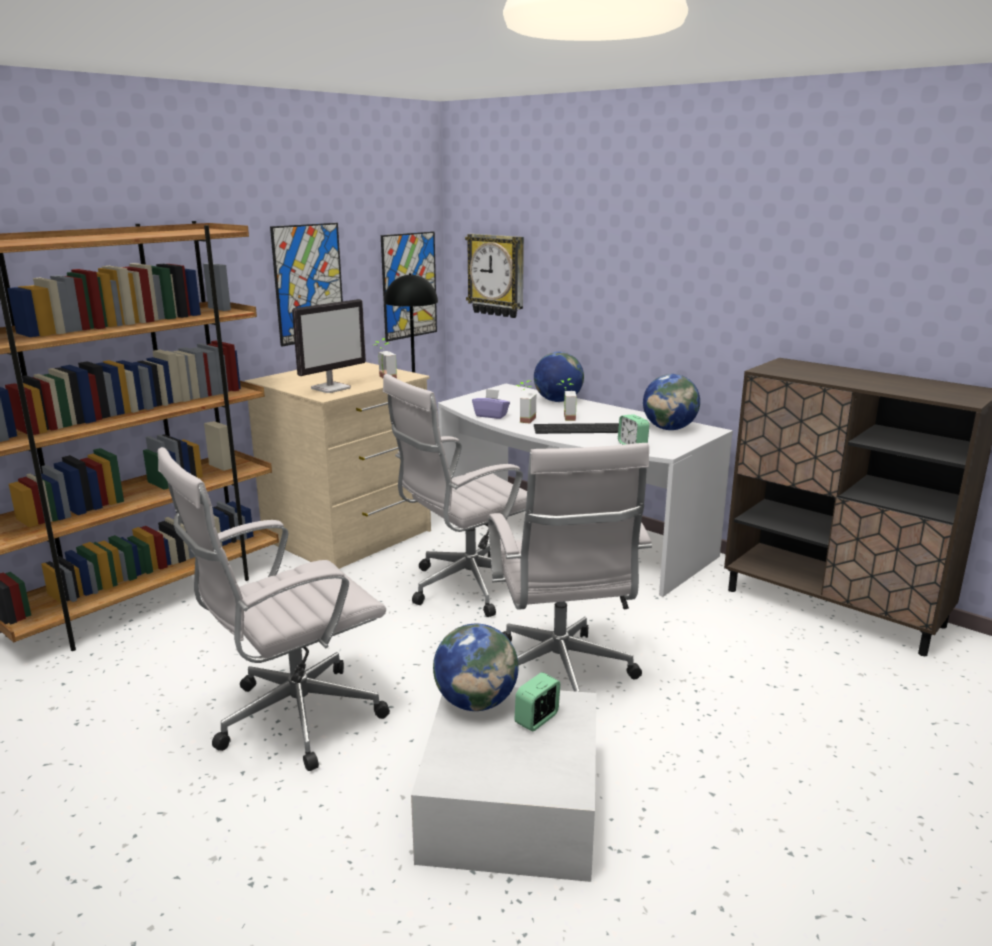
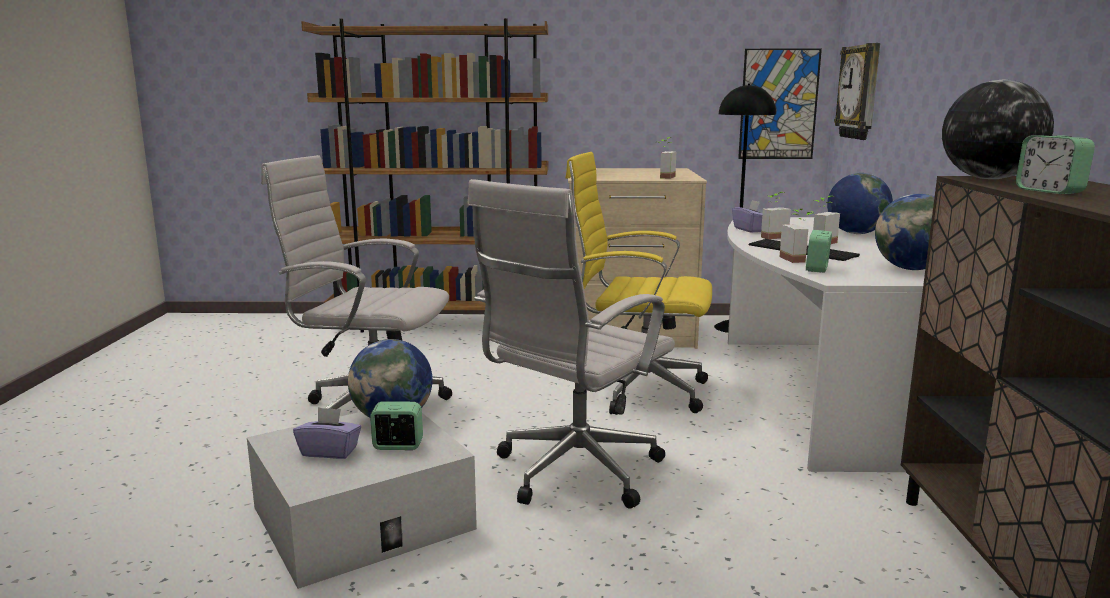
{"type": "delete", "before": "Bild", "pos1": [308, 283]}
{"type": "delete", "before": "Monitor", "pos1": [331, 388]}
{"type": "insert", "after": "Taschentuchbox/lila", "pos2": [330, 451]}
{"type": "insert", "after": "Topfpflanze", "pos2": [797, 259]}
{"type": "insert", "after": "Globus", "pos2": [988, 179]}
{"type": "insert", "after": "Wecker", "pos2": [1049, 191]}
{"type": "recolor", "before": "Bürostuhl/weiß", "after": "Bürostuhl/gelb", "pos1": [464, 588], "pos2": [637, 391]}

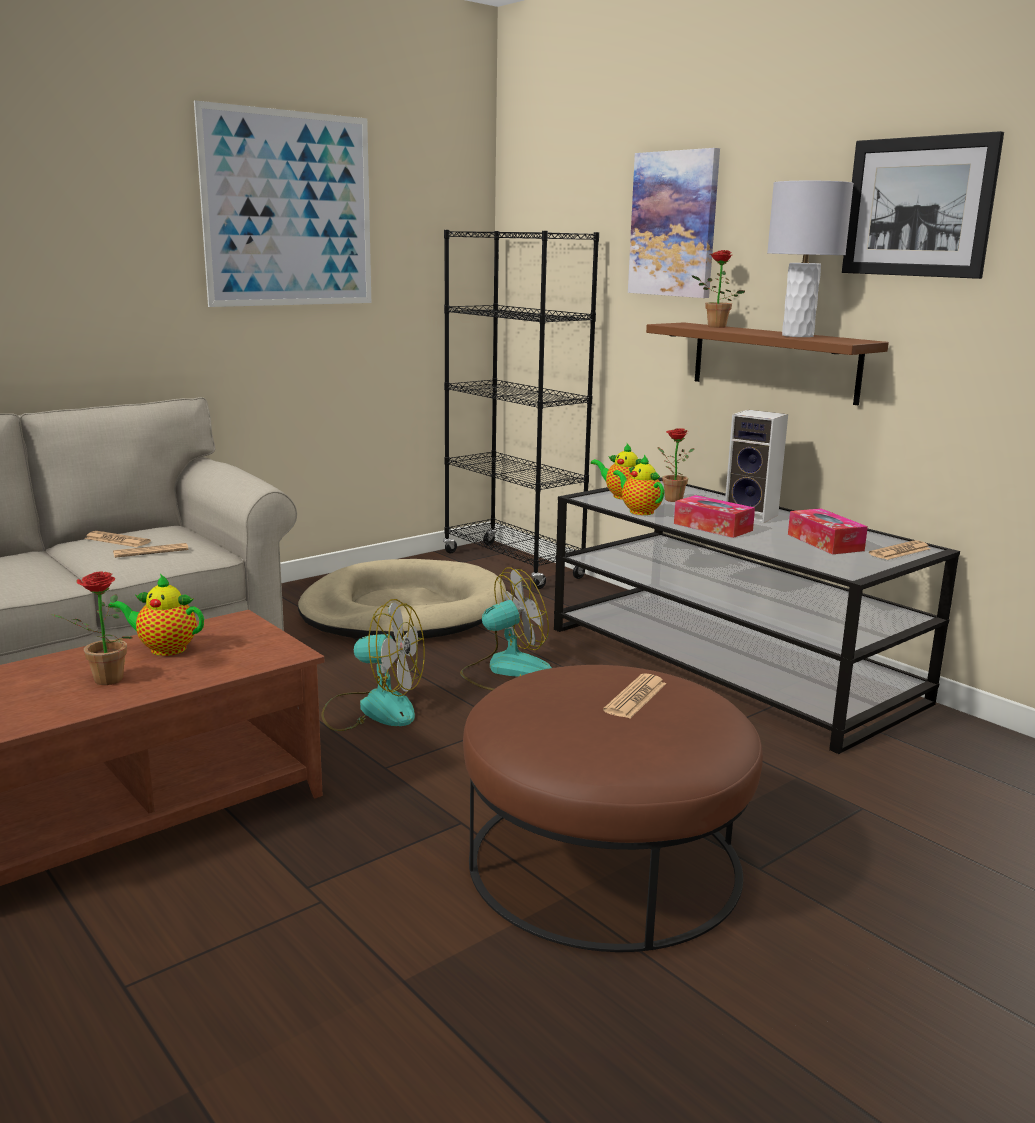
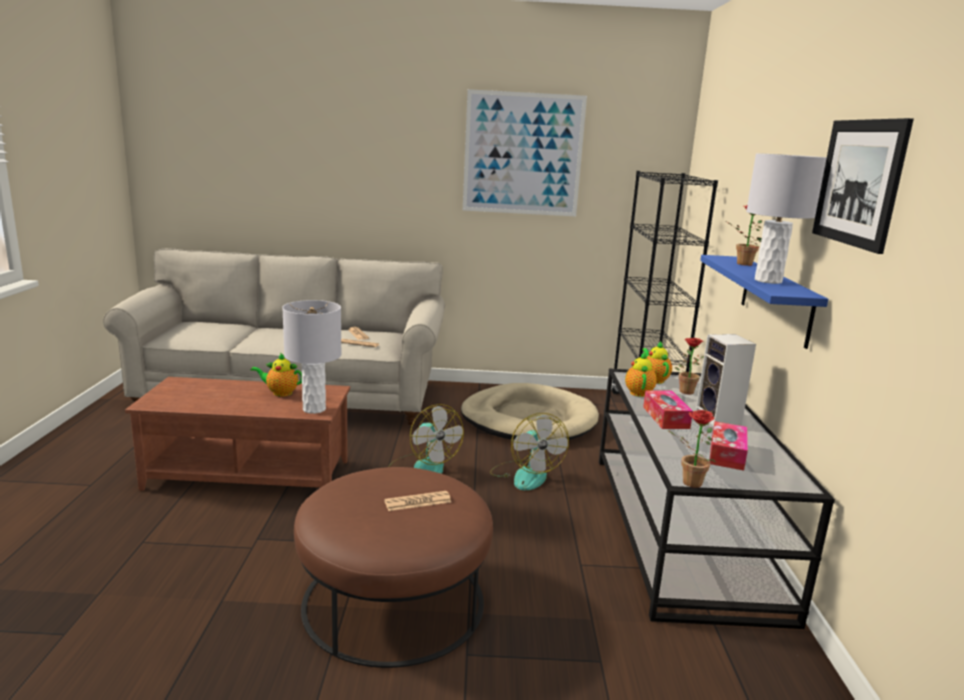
{"type": "delete", "before": "Bild", "pos1": [674, 224]}
{"type": "delete", "before": "Zeitung", "pos1": [900, 551]}
{"type": "insert", "after": "Tischlampe/grau", "pos2": [314, 409]}
{"type": "move", "before": "Topfpflanze", "pos1": [102, 681], "pos2": [687, 483]}
{"type": "recolor", "before": "Wandregal/braun", "after": "Wandregal/blau", "pos1": [774, 362], "pos2": [776, 299]}
{"type": "rotate", "before": "Teekanne", "pos1": [164, 649], "pos2": [280, 393], "turn": -45}
{"type": "rotate", "before": "Ventilator", "pos1": [505, 670], "pos2": [525, 475], "turn": 60}

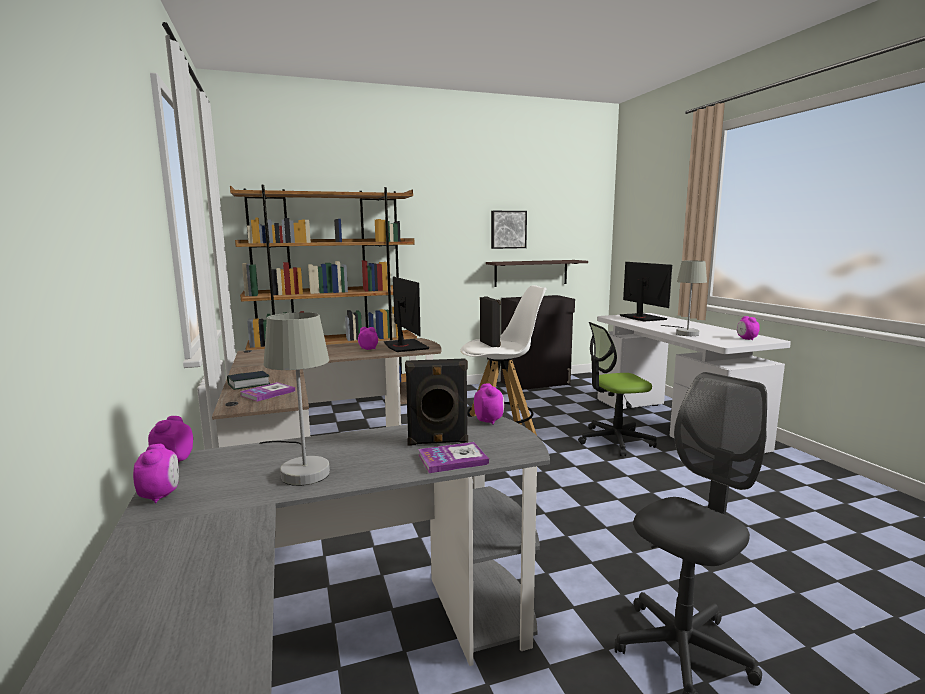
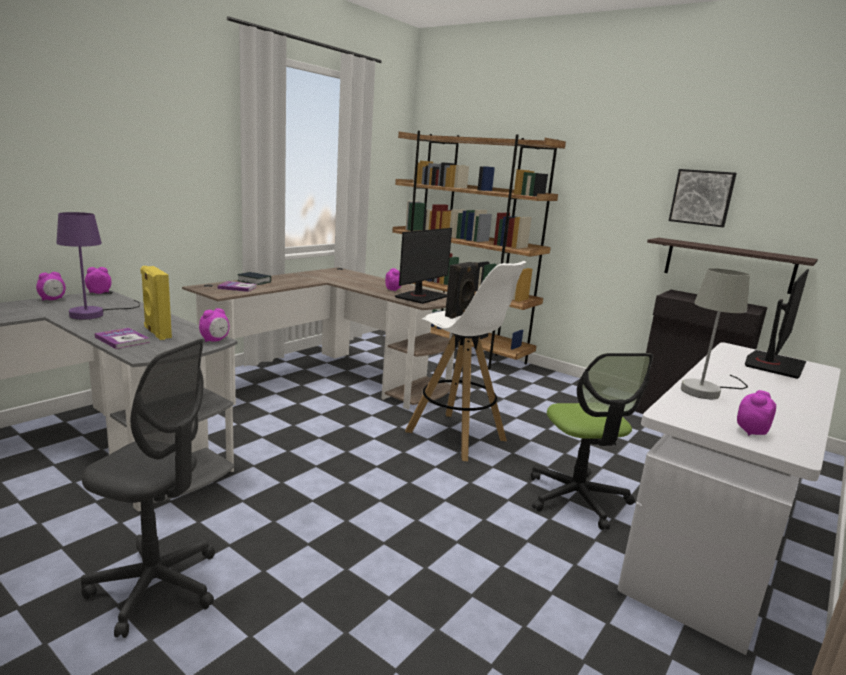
{"type": "recolor", "before": "Tischlampe/grau", "after": "Tischlampe/lila", "pos1": [302, 468], "pos2": [96, 313]}
{"type": "recolor", "before": "Lautsprecher/schwarz", "after": "Lautsprecher/gelb", "pos1": [437, 442], "pos2": [156, 333]}
{"type": "rotate", "before": "Bürostuhl", "pos1": [615, 441], "pos2": [577, 498], "turn": -150}

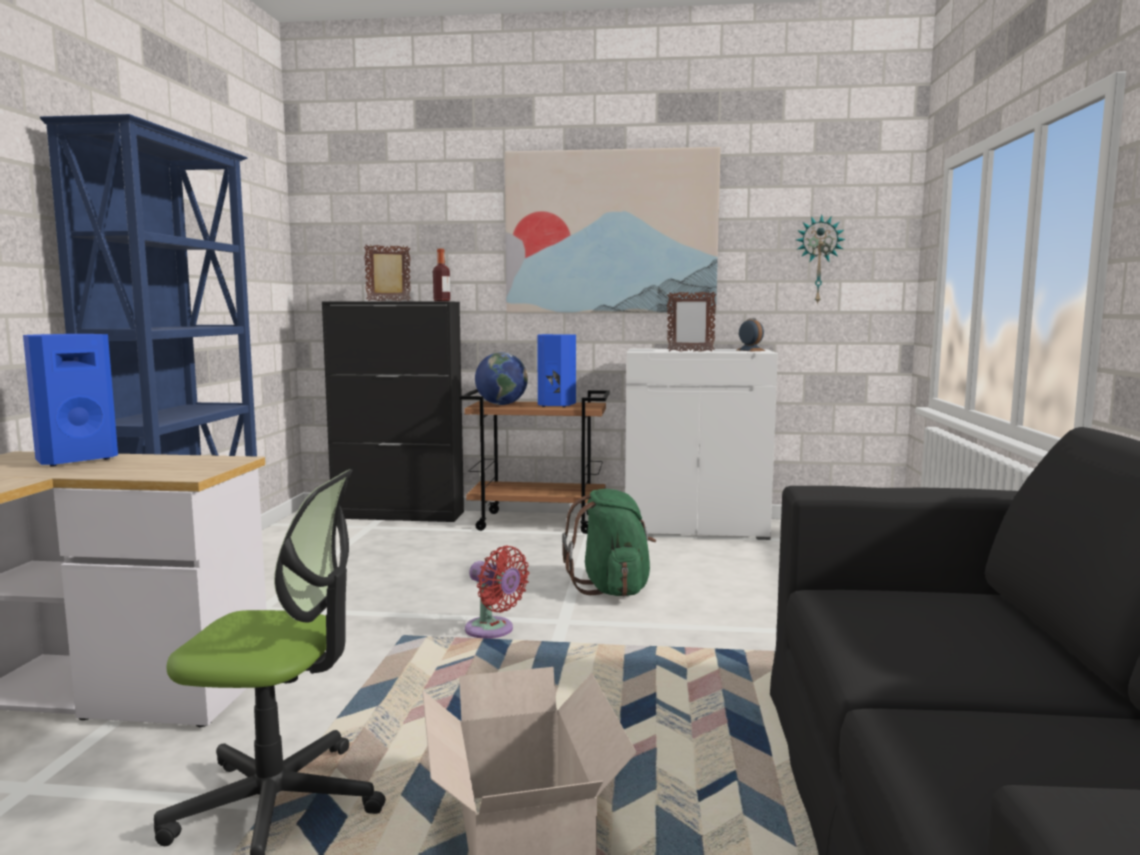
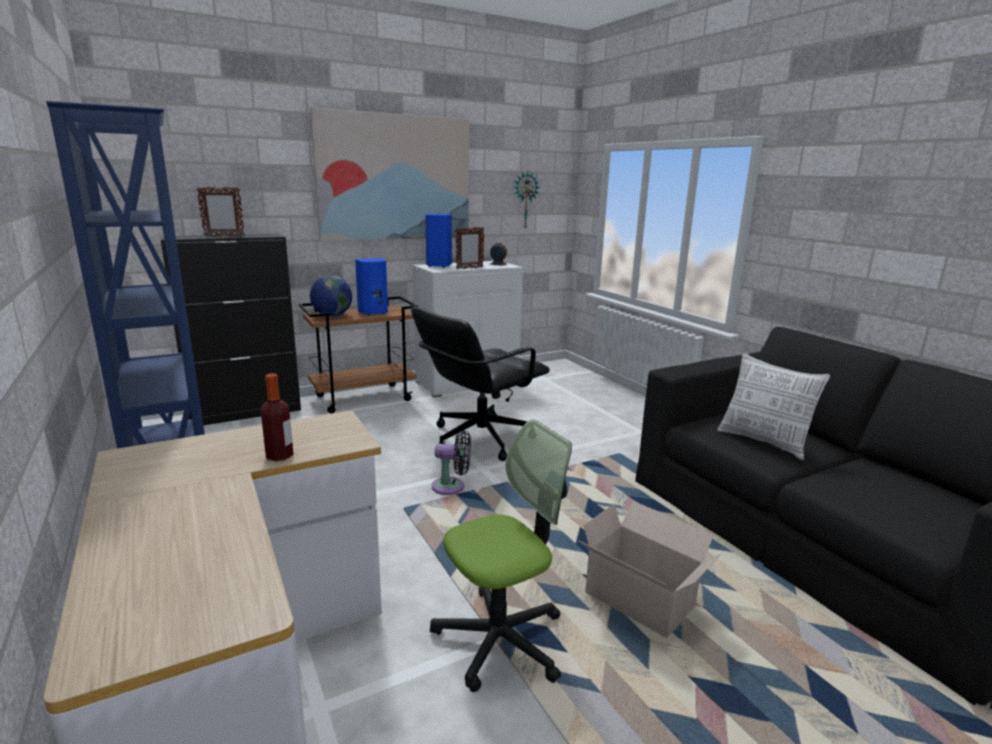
{"type": "insert", "after": "Kissen", "pos2": [763, 442]}
{"type": "move", "before": "Lautsprecher/blau", "pos1": [74, 460], "pos2": [438, 265]}
{"type": "move", "before": "Flasche", "pos1": [442, 301], "pos2": [279, 456]}
{"type": "replace", "before": "Rucksack/grün", "after": "Bürostuhl/schwarz", "pos1": [612, 589], "pos2": [479, 438]}
{"type": "recolor", "before": "Ventilator/rot", "after": "Ventilator/schwarz", "pos1": [493, 630], "pos2": [452, 487]}
{"type": "rotate", "before": "Bilderrahmen", "pos1": [389, 301], "pos2": [224, 236], "turn": -150}

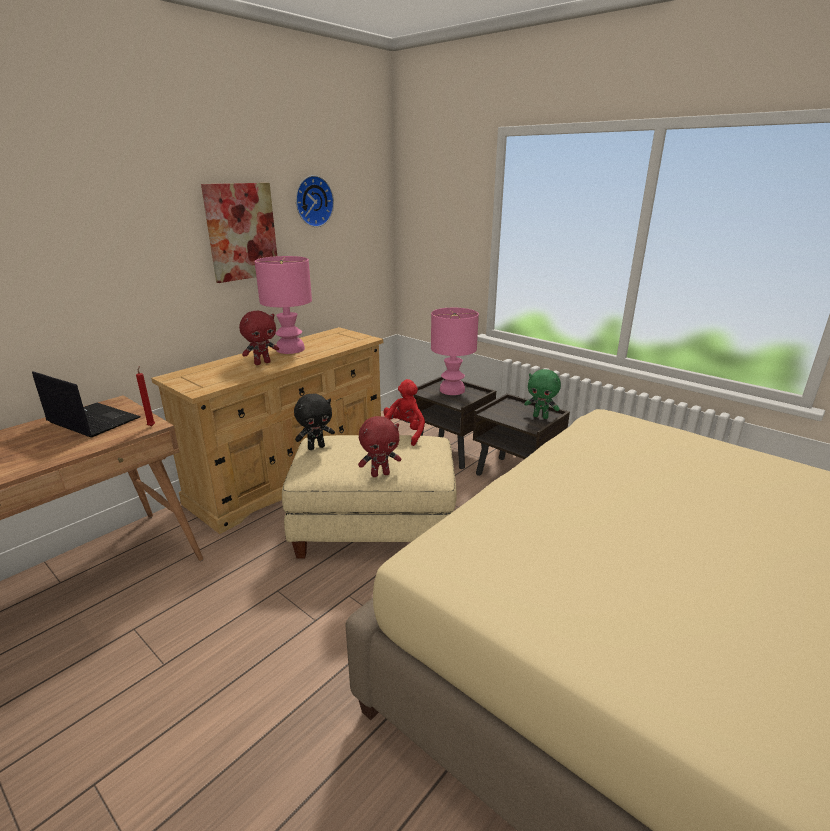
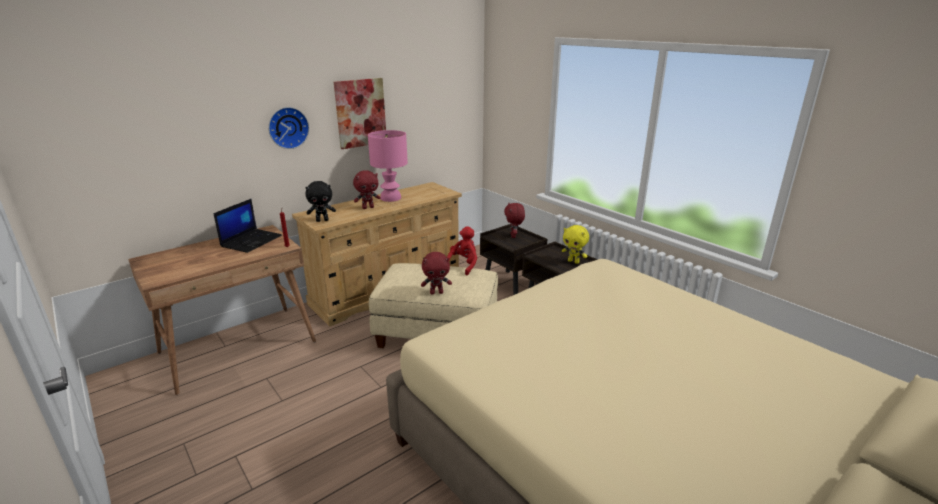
{"type": "move", "before": "Plüschtier/schwarz", "pos1": [316, 447], "pos2": [322, 220]}
{"type": "move", "before": "Wanduhr", "pos1": [312, 201], "pos2": [287, 127]}
{"type": "replace", "before": "Tischlampe/rosa", "after": "Plüschtier/rot", "pos1": [452, 390], "pos2": [514, 236]}
{"type": "recolor", "before": "Plüschtier/grün", "after": "Plüschtier/gelb", "pos1": [541, 417], "pos2": [573, 261]}
{"type": "rotate", "before": "Laptop", "pos1": [92, 420], "pos2": [251, 241], "turn": 75}

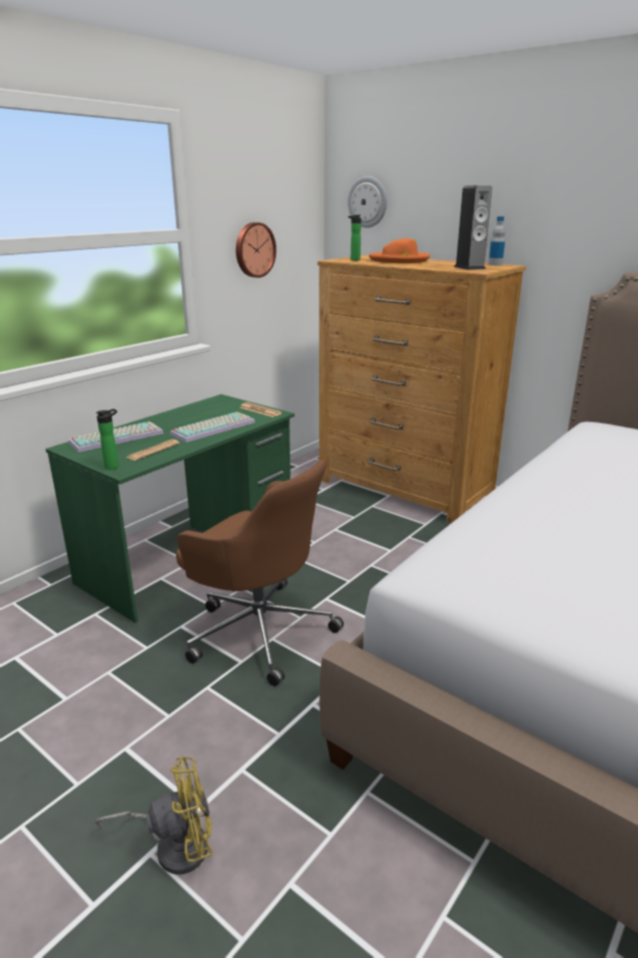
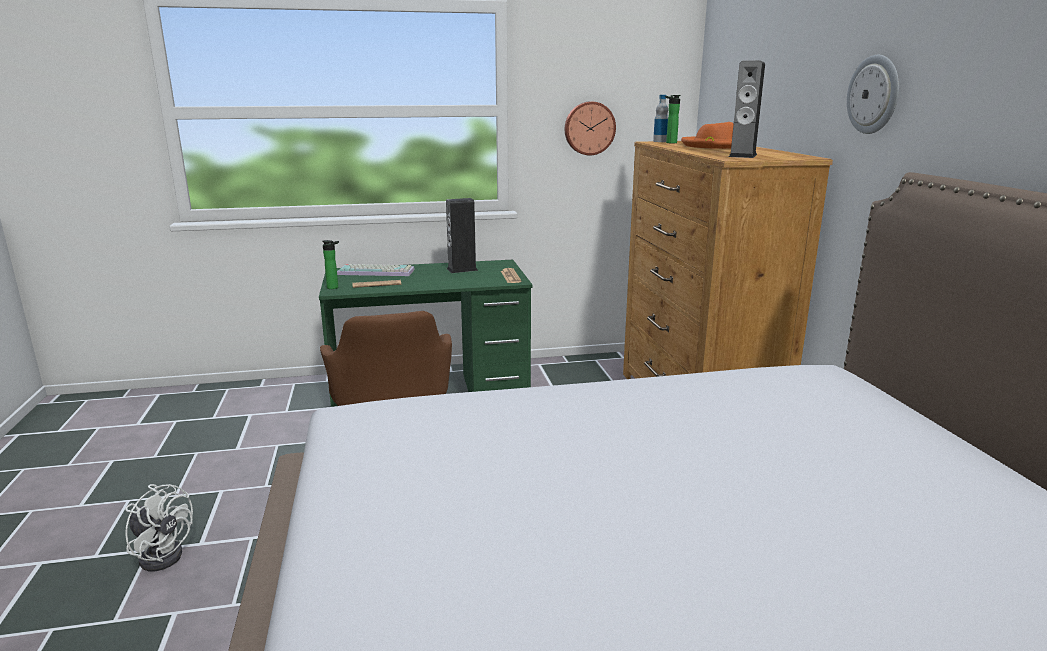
{"type": "delete", "before": "Tastatur", "pos1": [213, 427]}
{"type": "insert", "after": "Lautsprecher", "pos2": [462, 269]}
{"type": "move", "before": "Wanduhr", "pos1": [368, 202], "pos2": [874, 94]}
{"type": "move", "before": "Flasche", "pos1": [495, 264], "pos2": [660, 141]}
{"type": "recolor", "before": "Ventilator/gelb", "after": "Ventilator/weiß", "pos1": [174, 845], "pos2": [163, 553]}

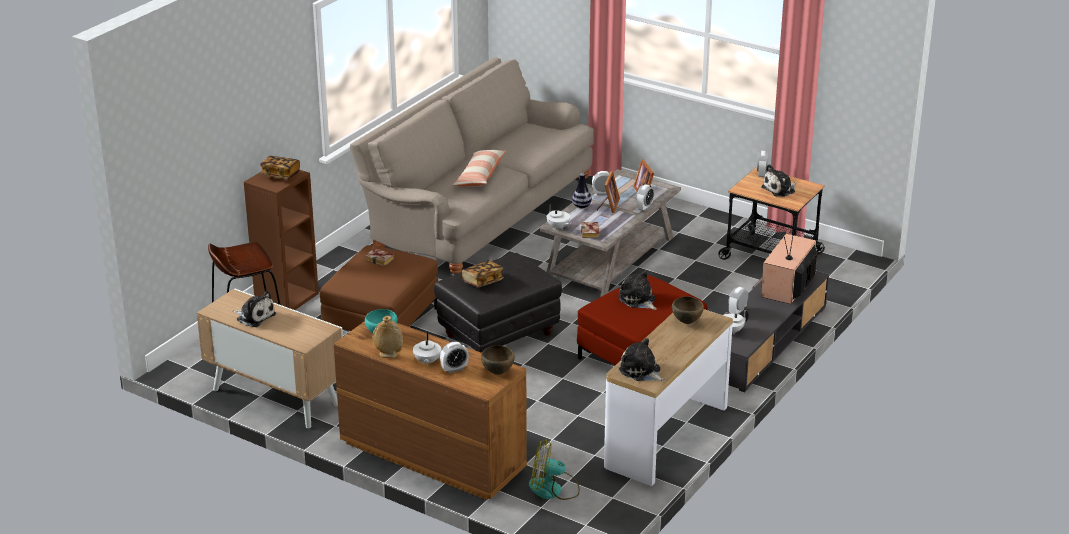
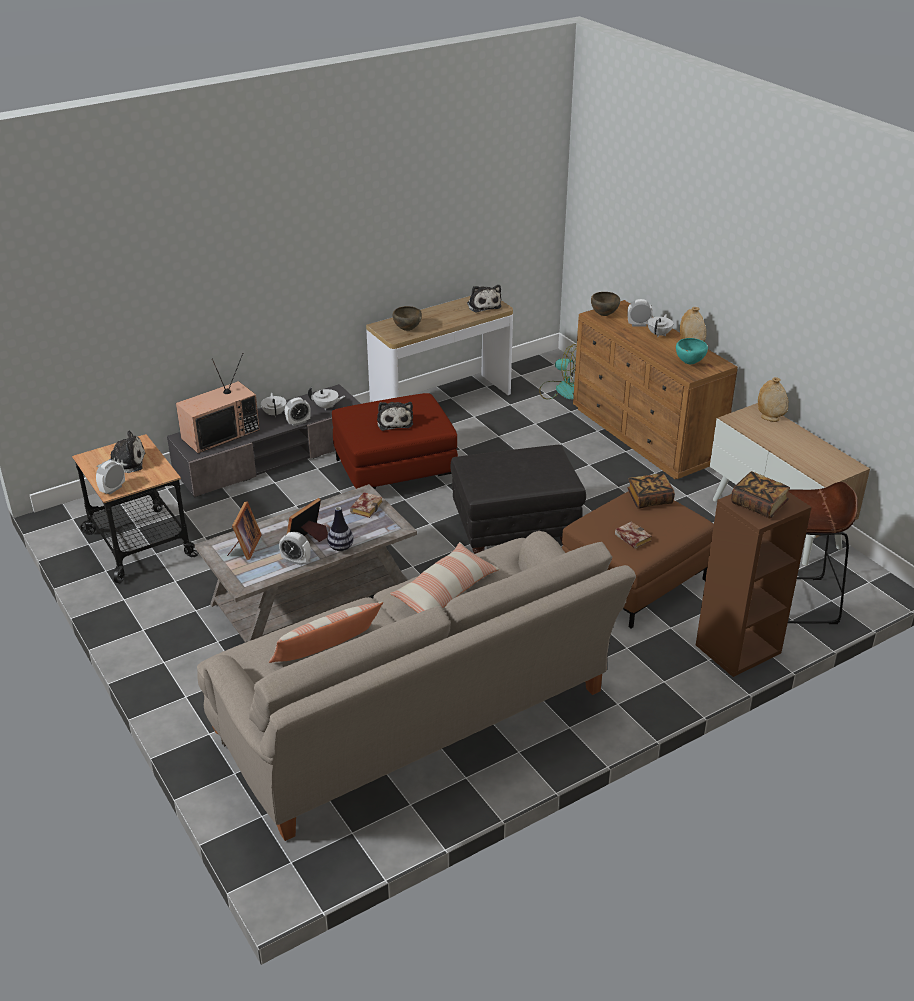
{"type": "delete", "before": "Plüschtier", "pos1": [254, 316]}
{"type": "delete", "before": "Wecker", "pos1": [644, 207]}
{"type": "insert", "after": "Kissen", "pos2": [326, 649]}
{"type": "insert", "after": "Vase/beige", "pos2": [770, 418]}
{"type": "move", "before": "Buch", "pos1": [482, 281], "pos2": [649, 499]}
{"type": "move", "before": "Teekanne/weiß", "pos1": [558, 227], "pos2": [275, 413]}

